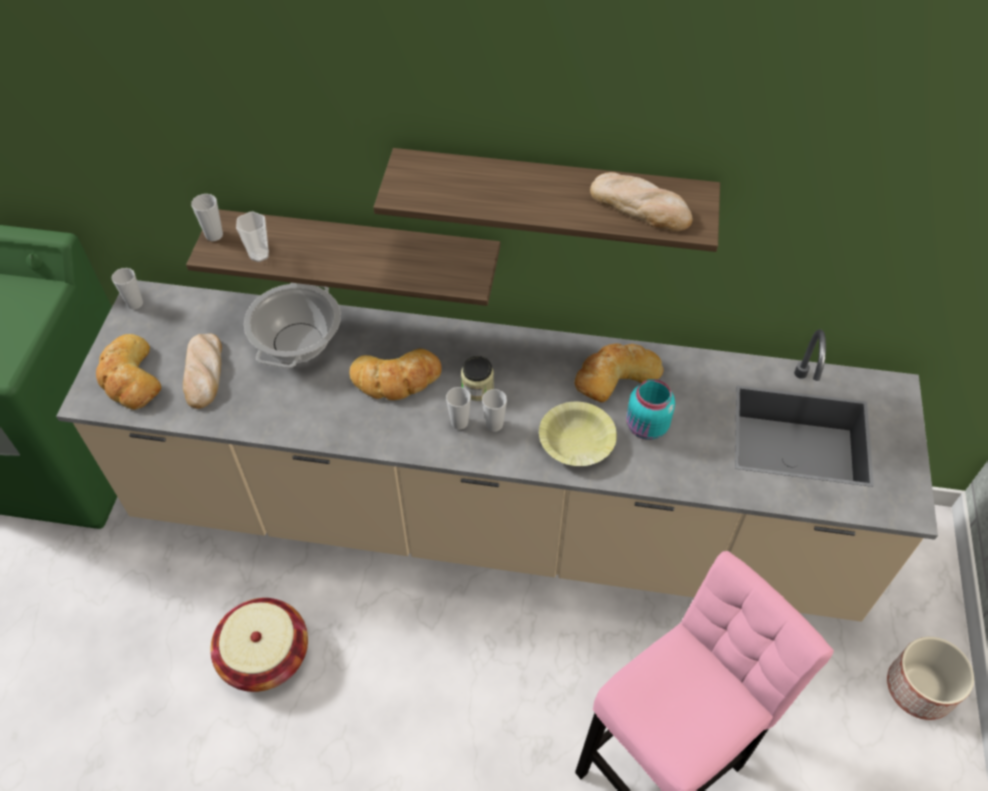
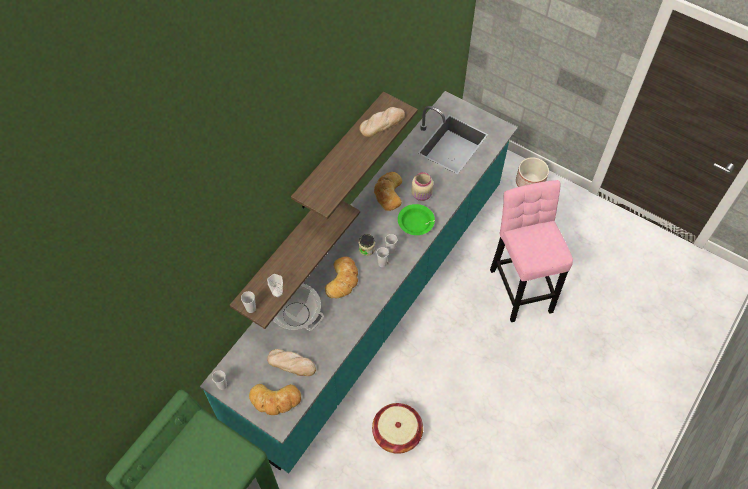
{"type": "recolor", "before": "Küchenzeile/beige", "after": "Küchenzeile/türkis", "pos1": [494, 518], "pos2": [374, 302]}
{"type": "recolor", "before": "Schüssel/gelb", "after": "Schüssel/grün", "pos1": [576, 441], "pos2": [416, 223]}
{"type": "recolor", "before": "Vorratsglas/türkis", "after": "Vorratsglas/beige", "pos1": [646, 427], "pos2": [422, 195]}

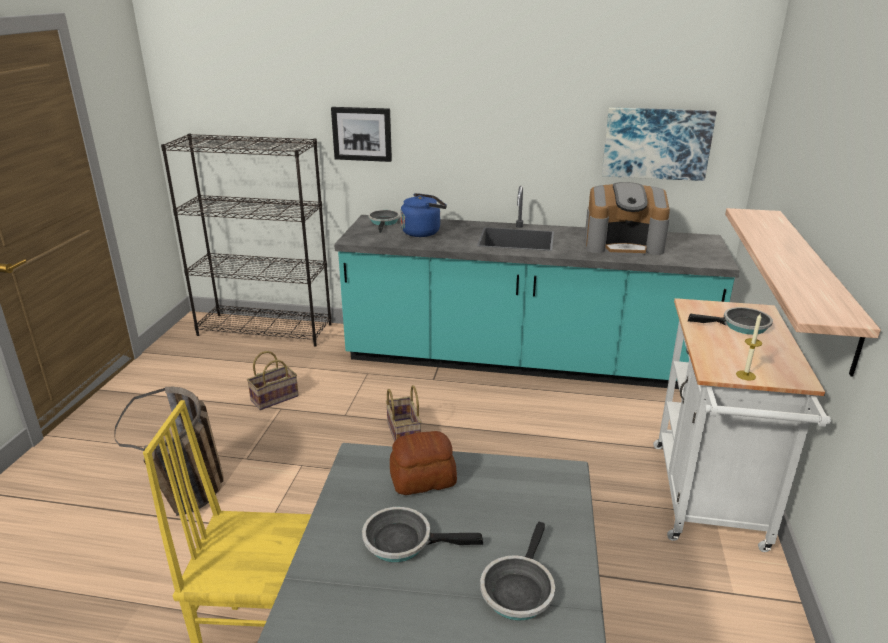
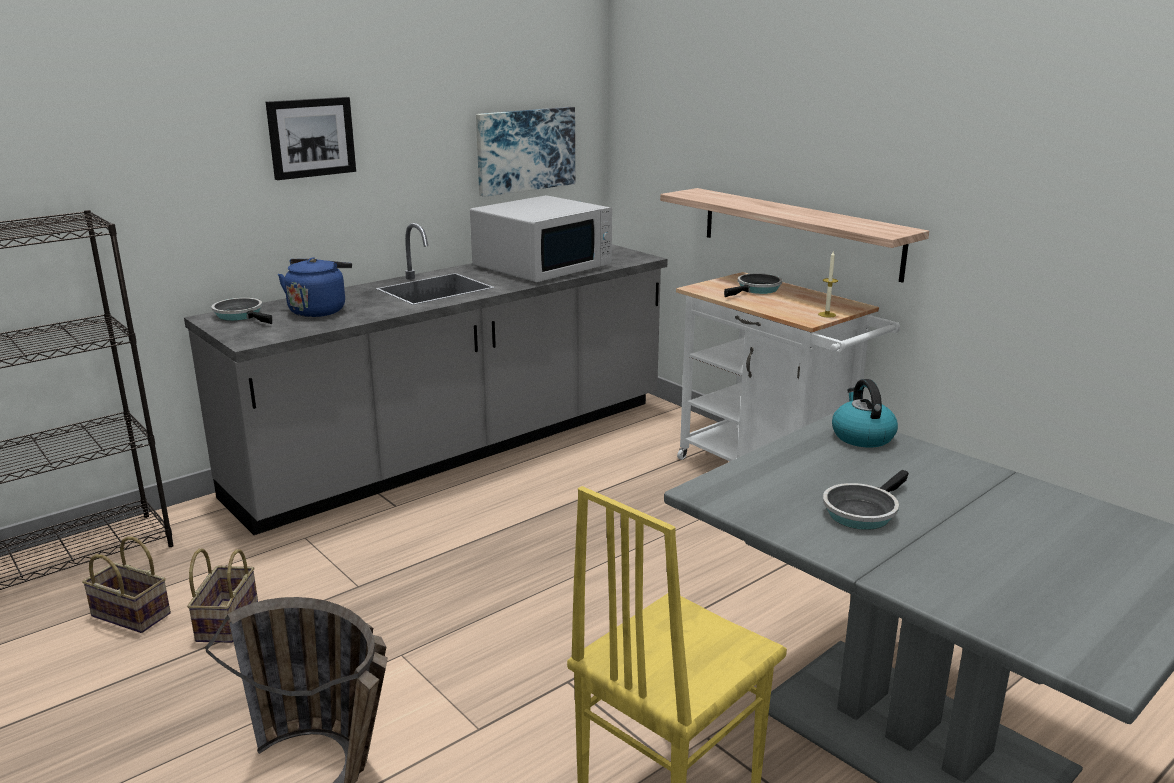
{"type": "delete", "before": "Brot", "pos1": [422, 479]}
{"type": "delete", "before": "Pfanne", "pos1": [518, 589]}
{"type": "insert", "after": "Wasserkessel", "pos2": [861, 436]}
{"type": "move", "before": "Bild", "pos1": [362, 134], "pos2": [311, 137]}
{"type": "move", "before": "Korb", "pos1": [402, 432], "pos2": [128, 615]}
{"type": "replace", "before": "Kaffeemaschine", "after": "Mikrowelle/weiß", "pos1": [623, 245], "pos2": [543, 266]}
{"type": "recolor", "before": "Küchenzeile/türkis", "after": "Küchenzeile/grau", "pos1": [523, 362], "pos2": [460, 449]}

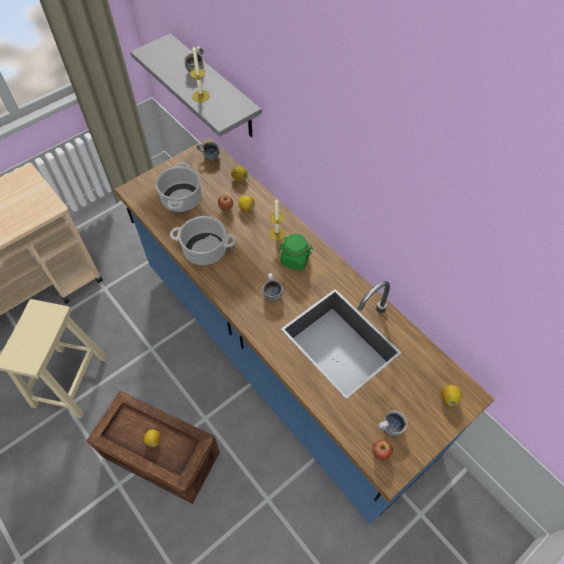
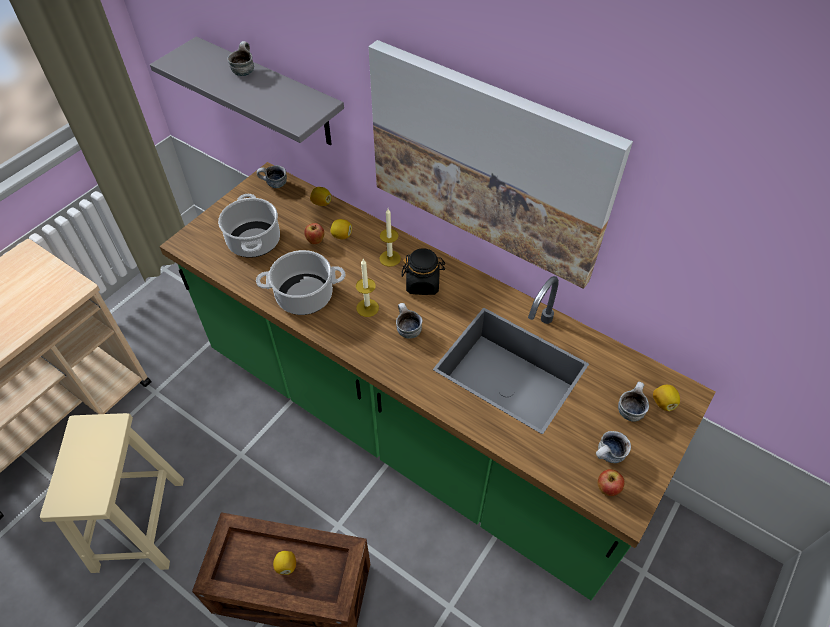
{"type": "insert", "after": "Bild", "pos2": [487, 164]}
{"type": "insert", "after": "Henkelbecher", "pos2": [629, 409]}
{"type": "move", "before": "Kerze", "pos1": [201, 96], "pos2": [367, 308]}
{"type": "recolor", "before": "Küchenzeile/blau", "after": "Küchenzeile/grün", "pos1": [282, 357], "pos2": [415, 424]}
{"type": "recolor", "before": "Vorratsglas/grün", "after": "Vorratsglas/schwarz", "pos1": [295, 259], "pos2": [423, 284]}

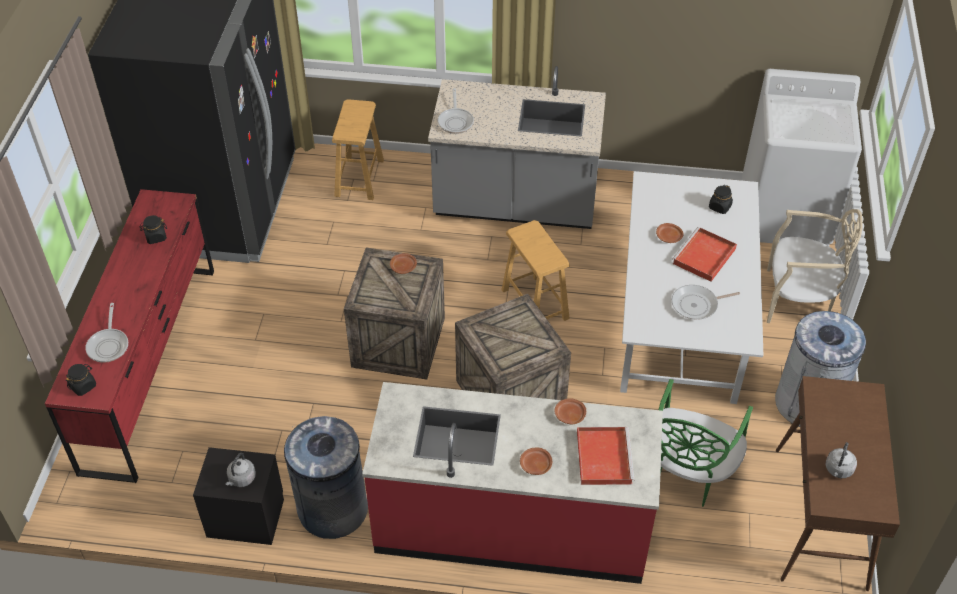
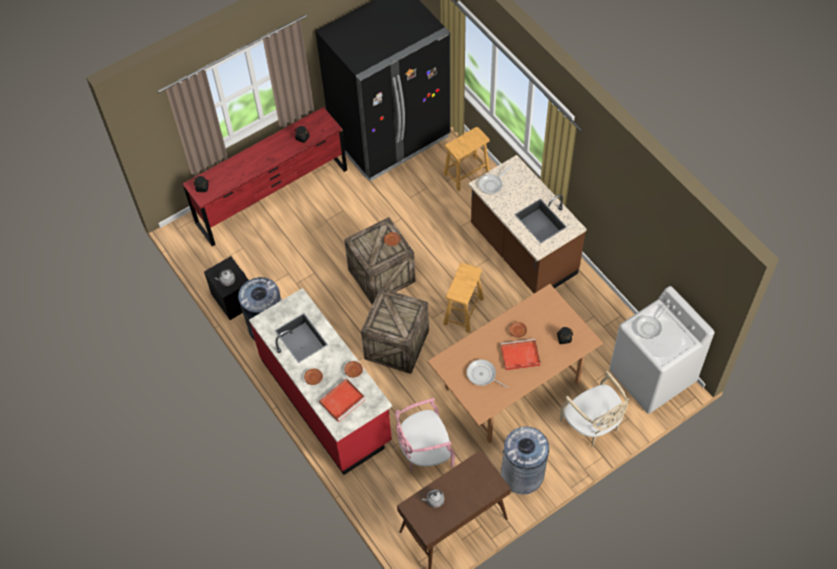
{"type": "move", "before": "Pfanne", "pos1": [109, 345], "pos2": [650, 327]}
{"type": "recolor", "before": "Küchenzeile/grau", "after": "Küchenzeile/braun", "pos1": [515, 204], "pos2": [522, 251]}
{"type": "recolor", "before": "Esstisch/weiß", "after": "Esstisch/braun", "pos1": [681, 331], "pos2": [512, 386]}
{"type": "recolor", "before": "Stuhl/grün", "after": "Stuhl/rosa", "pos1": [688, 473], "pos2": [424, 451]}

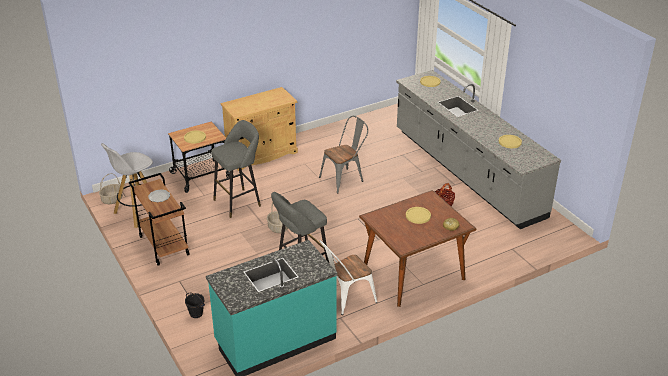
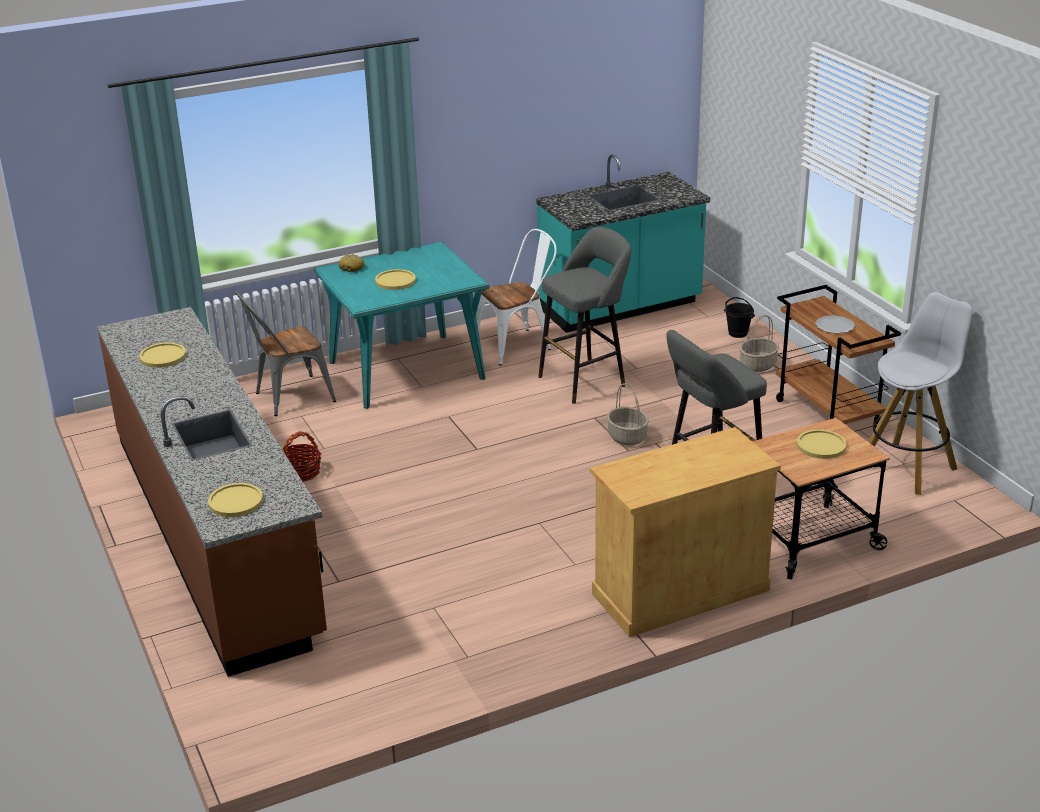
{"type": "move", "before": "Korb", "pos1": [112, 200], "pos2": [758, 365]}
{"type": "move", "before": "Stuhl/grau", "pos1": [344, 179], "pos2": [288, 398]}
{"type": "recolor", "before": "Esstisch/braun", "after": "Esstisch/türkis", "pos1": [413, 273], "pos2": [407, 370]}
{"type": "recolor", "before": "Küchenzeile/grau", "after": "Küchenzeile/braun", "pos1": [466, 172], "pos2": [216, 532]}

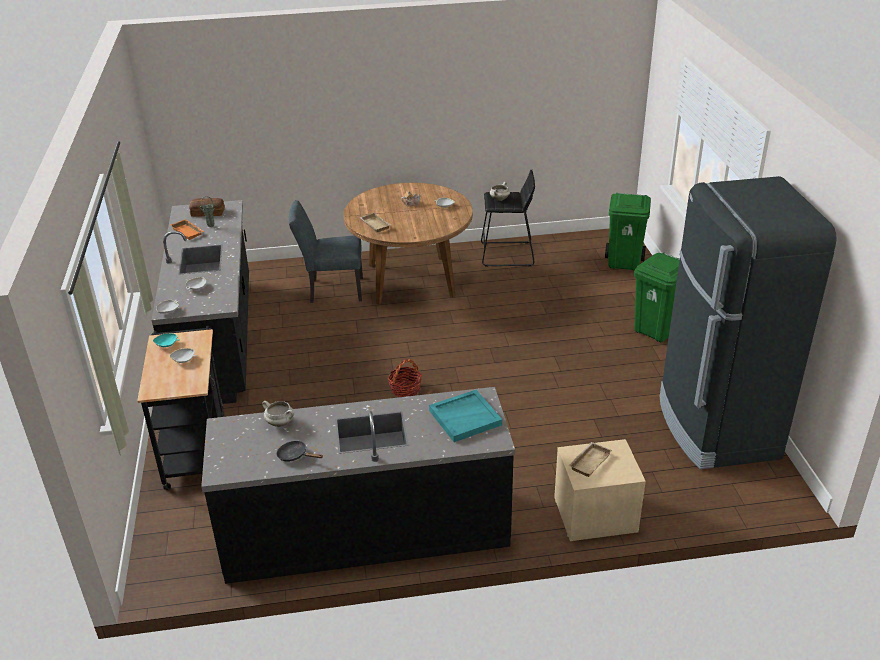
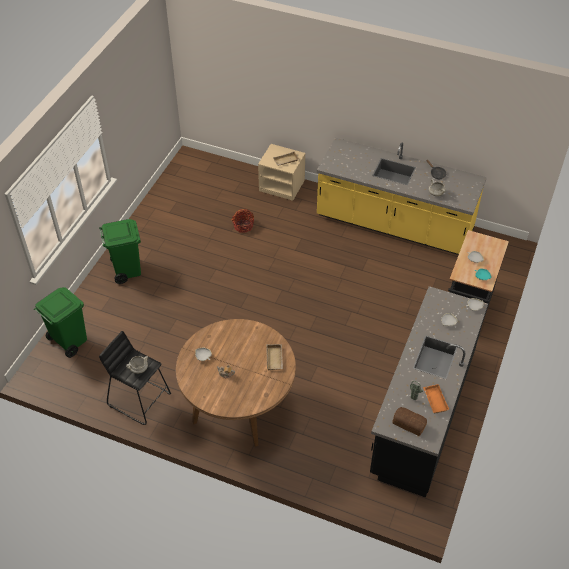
{"type": "delete", "before": "Stuhl/grau", "pos1": [331, 290]}
{"type": "delete", "before": "Tablett/türkis", "pos1": [465, 417]}
{"type": "delete", "before": "Kühlschrank/schwarz", "pos1": [716, 428]}
{"type": "move", "before": "Korb", "pos1": [405, 389], "pos2": [243, 226]}
{"type": "recolor", "before": "Küchenzeile/schwarz", "after": "Küchenzeile/gelb", "pos1": [366, 530], "pos2": [394, 225]}

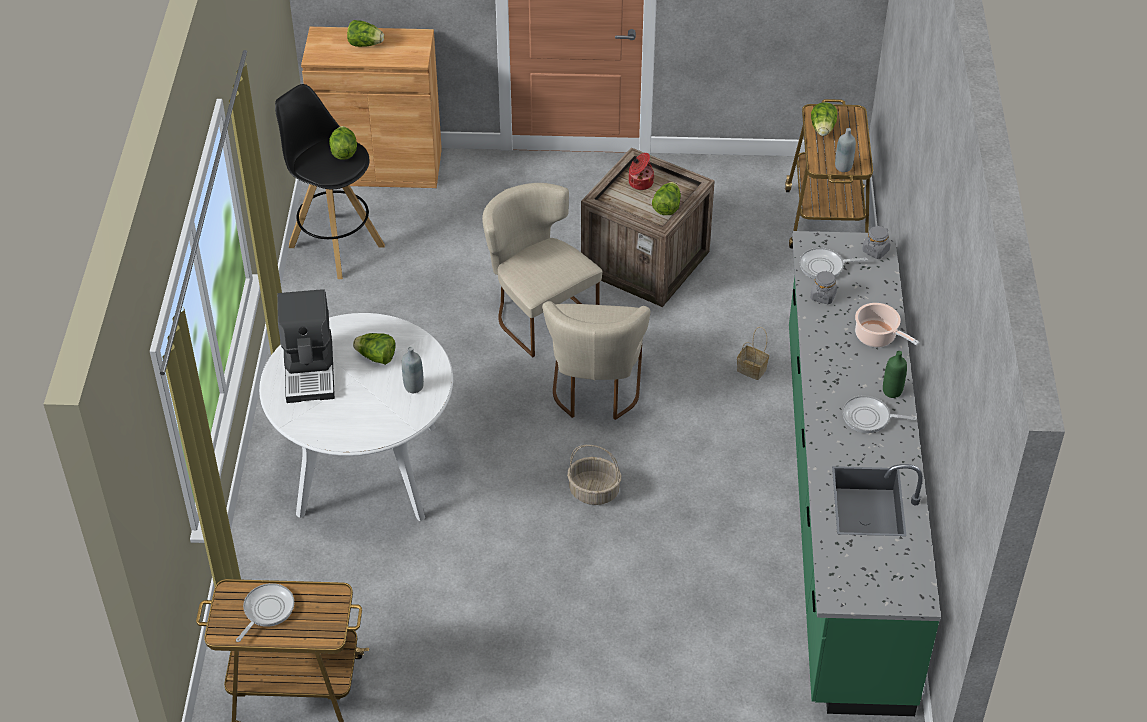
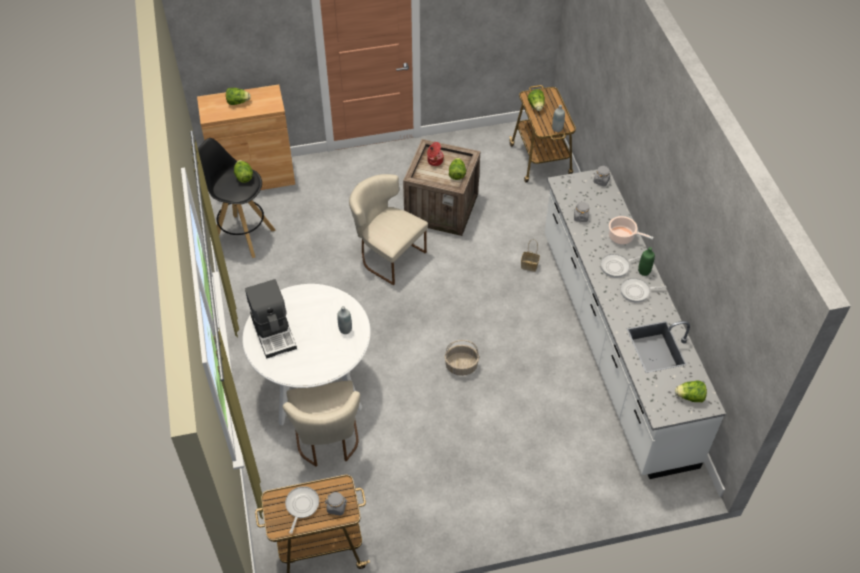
{"type": "insert", "after": "Vorratsglas/grau", "pos2": [336, 507]}
{"type": "move", "before": "Salatkopf", "pos1": [376, 357], "pos2": [690, 397]}
{"type": "move", "before": "Stuhl/beige", "pos1": [596, 391], "pos2": [327, 441]}
{"type": "move", "before": "Pfanne", "pos1": [824, 267], "pos2": [616, 266]}
{"type": "recolor", "before": "Küchenzeile/grün", "after": "Küchenzeile/weiß", "pos1": [842, 510], "pos2": [613, 345]}

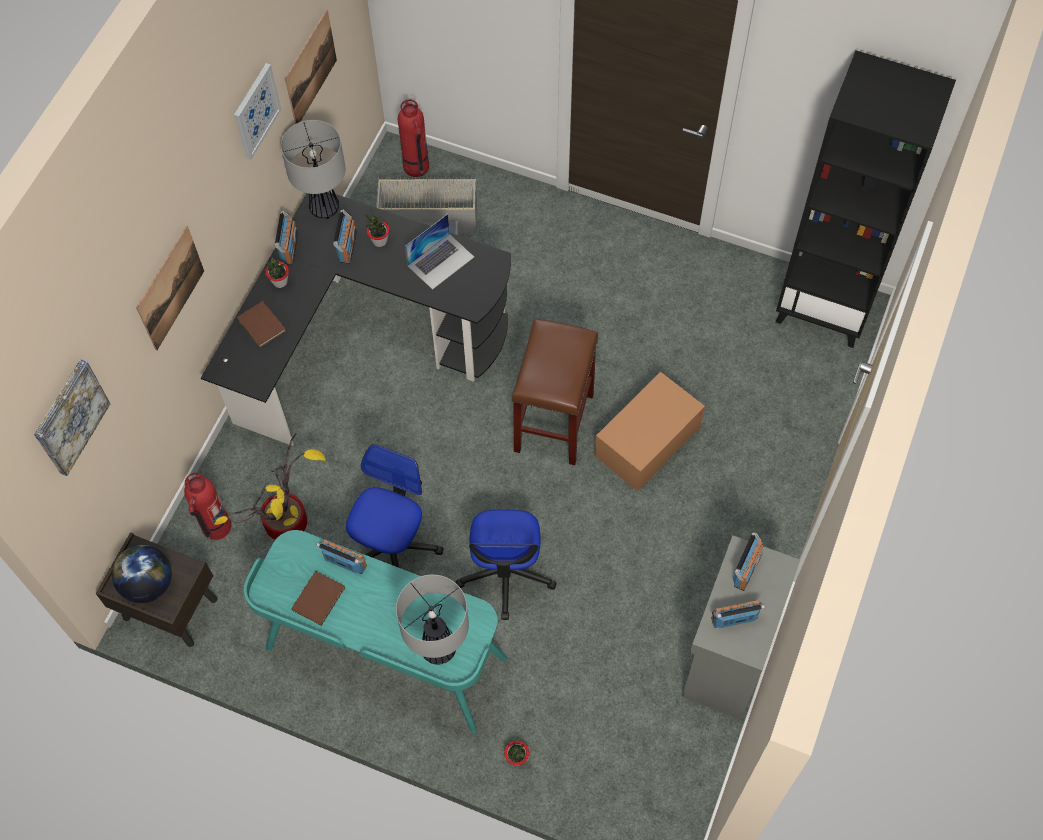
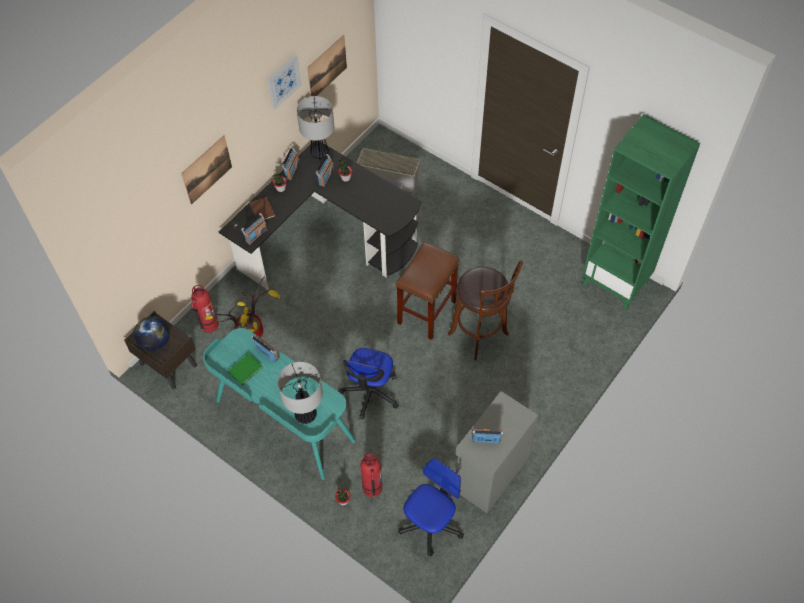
{"type": "delete", "before": "Bild", "pos1": [70, 417]}
{"type": "delete", "before": "Laptop", "pos1": [441, 261]}
{"type": "move", "before": "Bürostuhl", "pos1": [393, 546], "pos2": [430, 524]}
{"type": "move", "before": "Feuerlöscher", "pos1": [416, 167], "pos2": [372, 488]}
{"type": "move", "before": "Radio", "pos1": [746, 569], "pos2": [256, 235]}
{"type": "replace", "before": "Karton", "after": "Hocker/braun", "pos1": [647, 441], "pos2": [480, 336]}
{"type": "recolor", "before": "Buch/braun", "after": "Buch/grün", "pos1": [320, 598], "pos2": [246, 369]}
{"type": "recolor", "before": "Bücherregal/schwarz", "after": "Bücherregal/grün", "pos1": [824, 308], "pos2": [616, 283]}

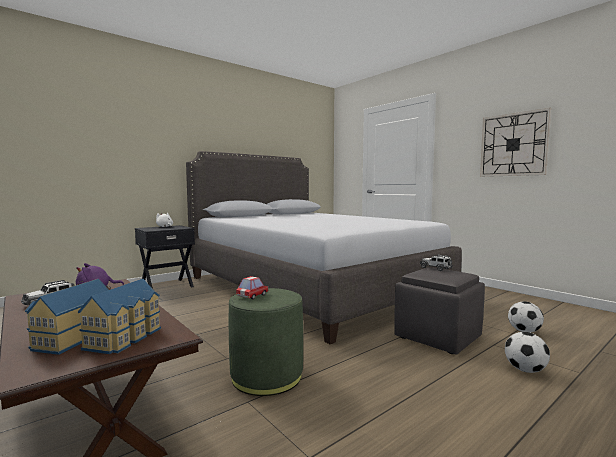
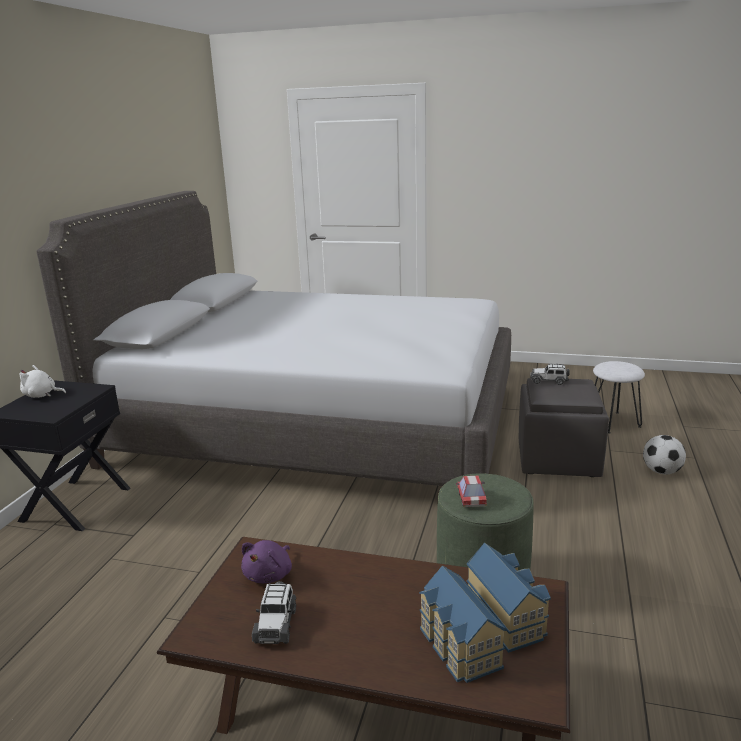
{"type": "delete", "before": "Wanduhr", "pos1": [513, 144]}
{"type": "replace", "before": "Fußball", "after": "Hocker/weiß", "pos1": [524, 331], "pos2": [612, 422]}

